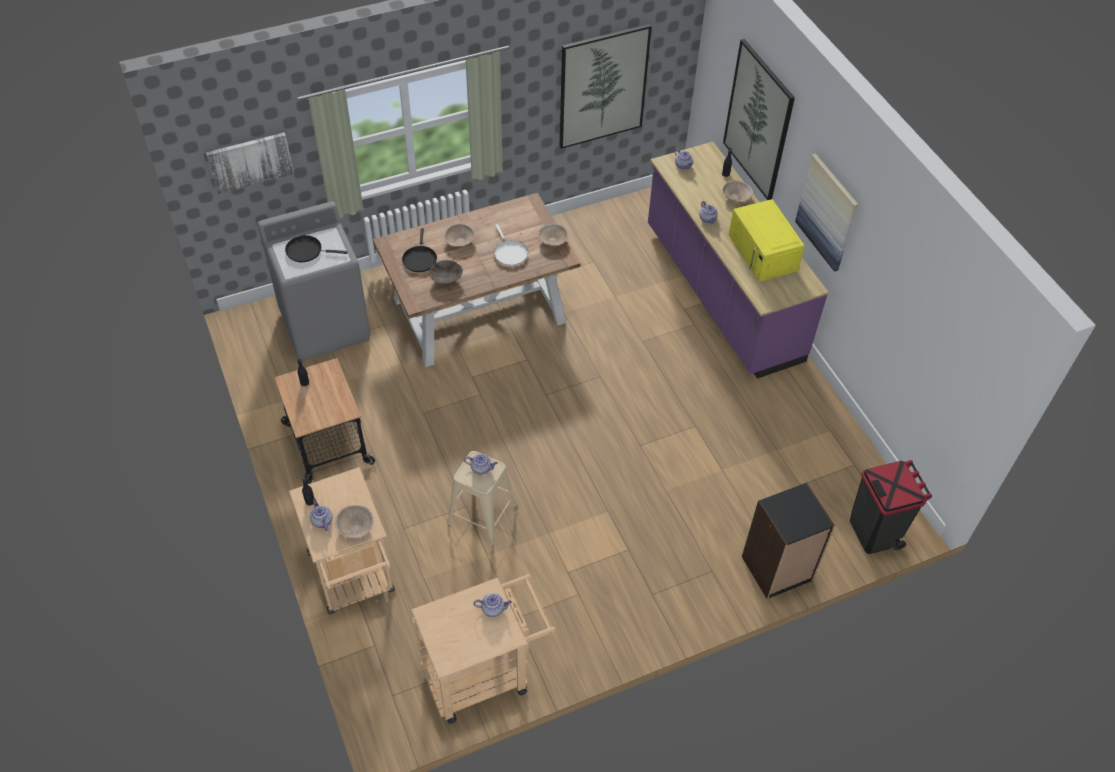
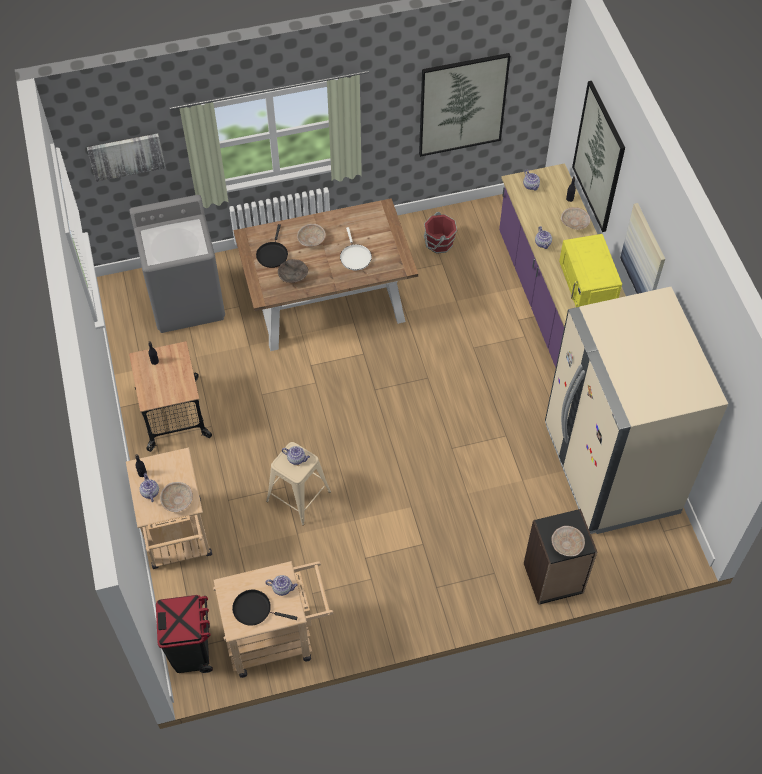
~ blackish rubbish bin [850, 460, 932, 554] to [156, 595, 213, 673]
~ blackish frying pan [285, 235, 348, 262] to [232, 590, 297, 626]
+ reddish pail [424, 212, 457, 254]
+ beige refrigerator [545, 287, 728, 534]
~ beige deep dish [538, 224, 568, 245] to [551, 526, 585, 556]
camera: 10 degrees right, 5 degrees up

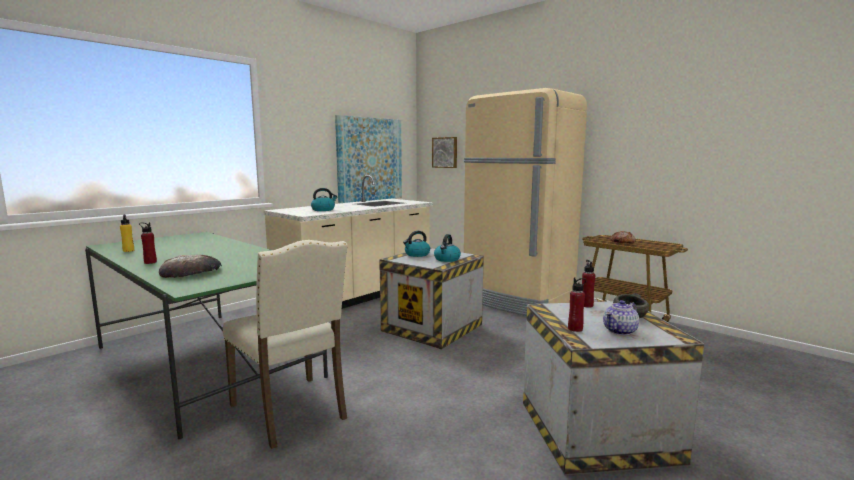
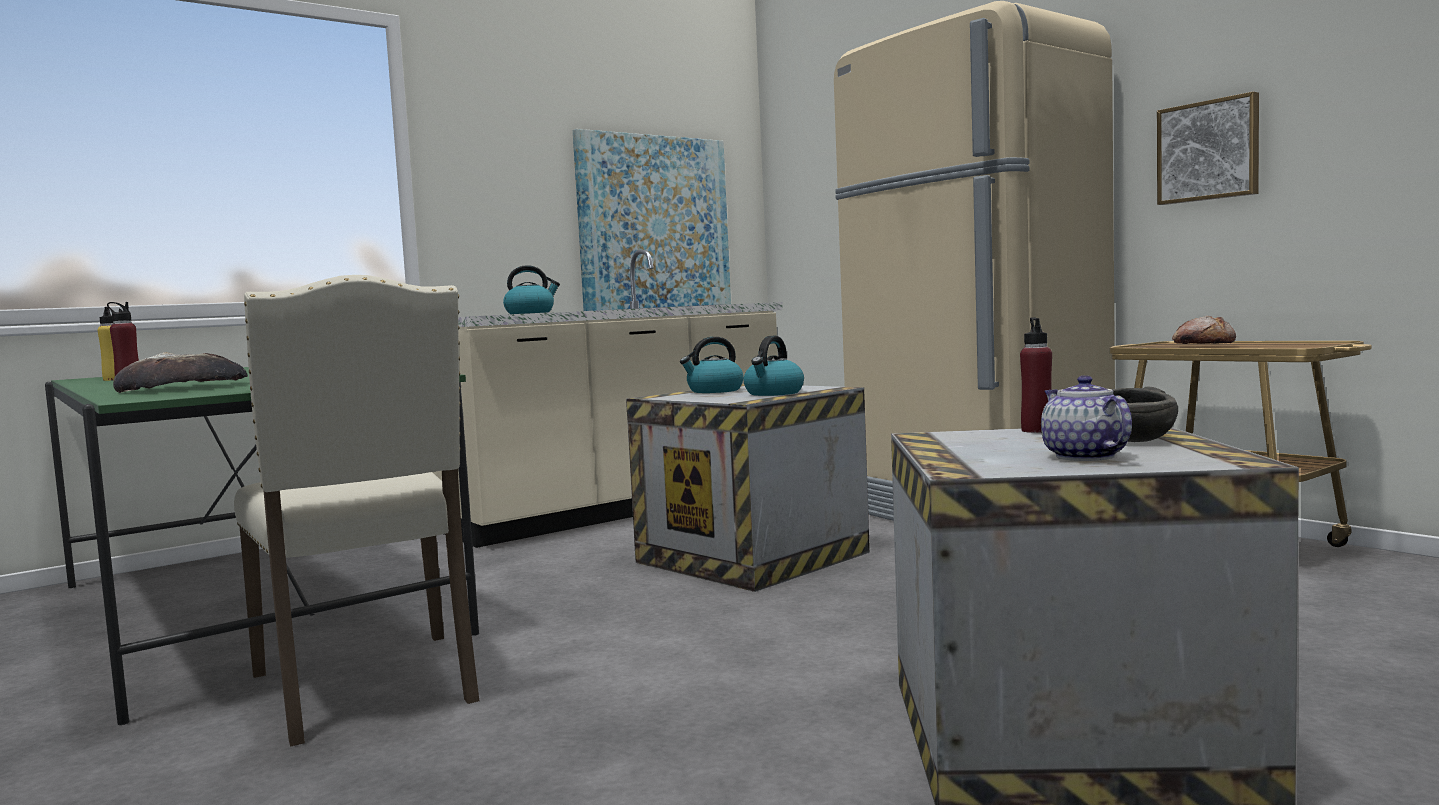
~ teapot [603, 300, 639, 336] = [1041, 375, 1132, 461] 105 degrees clockwise
~ wall picture [432, 137, 457, 168] to [1157, 91, 1259, 205]
- reddish drink bottle [568, 277, 587, 332]
camera: 10 degrees right, 5 degrees down

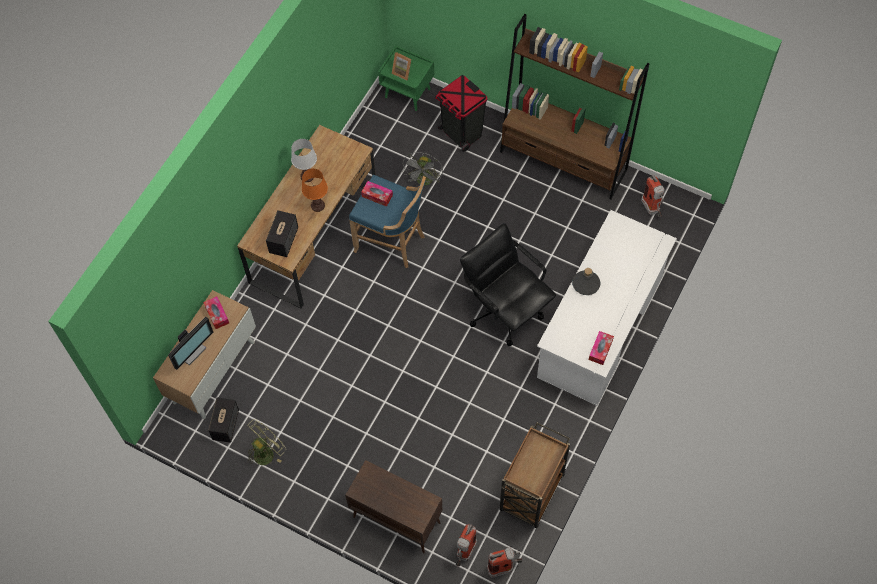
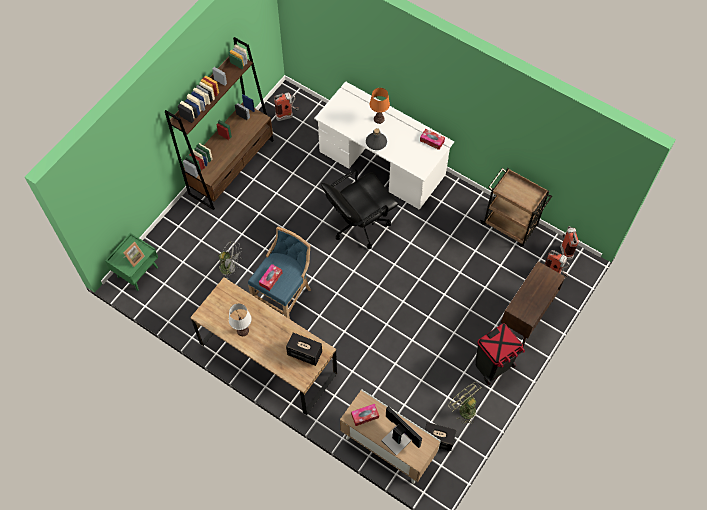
~ orangey lamp for a table [302, 168, 328, 212] to [370, 88, 390, 124]
~ blackish rubbish bin [435, 75, 488, 152] to [476, 324, 525, 385]
camera: 85 degrees left, 0 degrees up

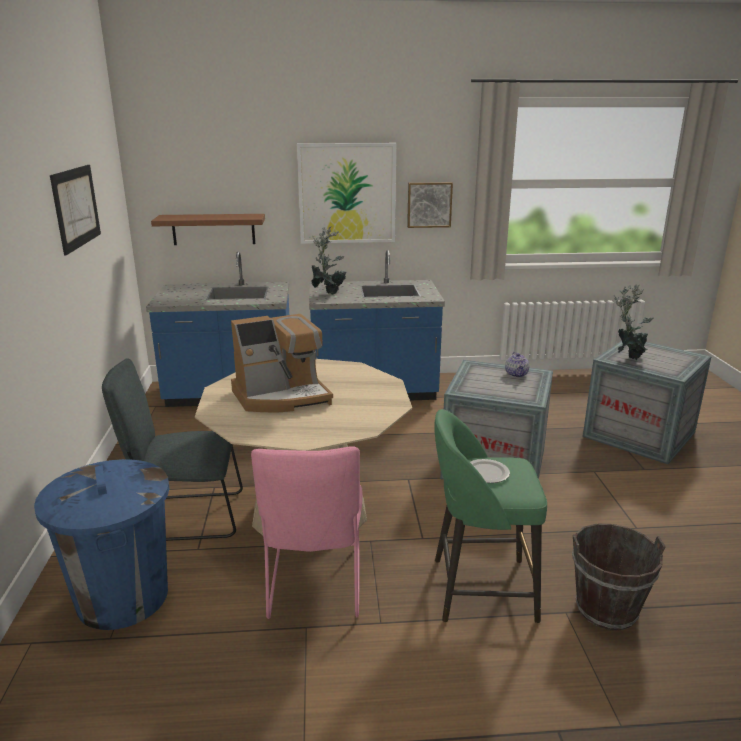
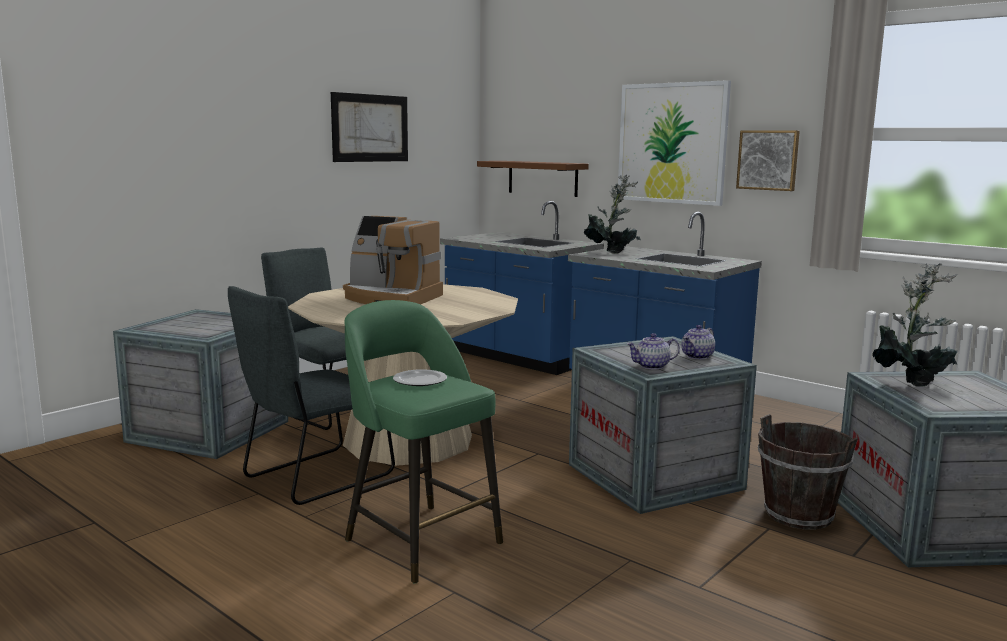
~ blue-coloured rubbish bin [34, 459, 169, 630] to shipping crate [113, 309, 288, 459]
~ pink-coloured plain chair [251, 446, 363, 619] to gray plain chair [228, 286, 395, 505]
+ teapot [627, 333, 680, 370]
~ brownish pail [572, 524, 666, 630] to [758, 414, 858, 530]
camera: 45 degrees right, 10 degrees down

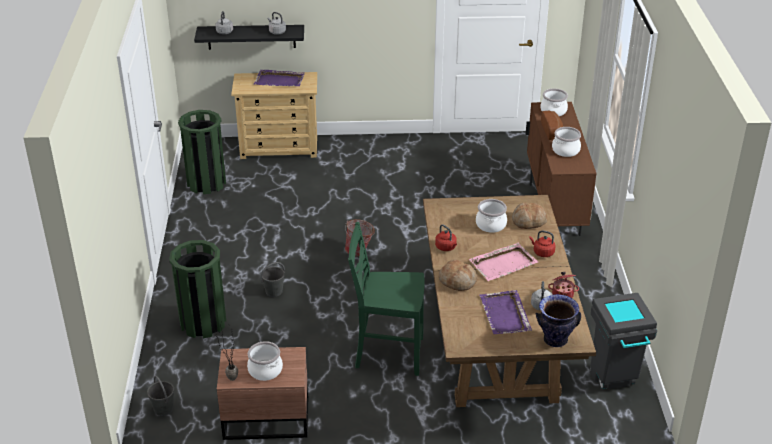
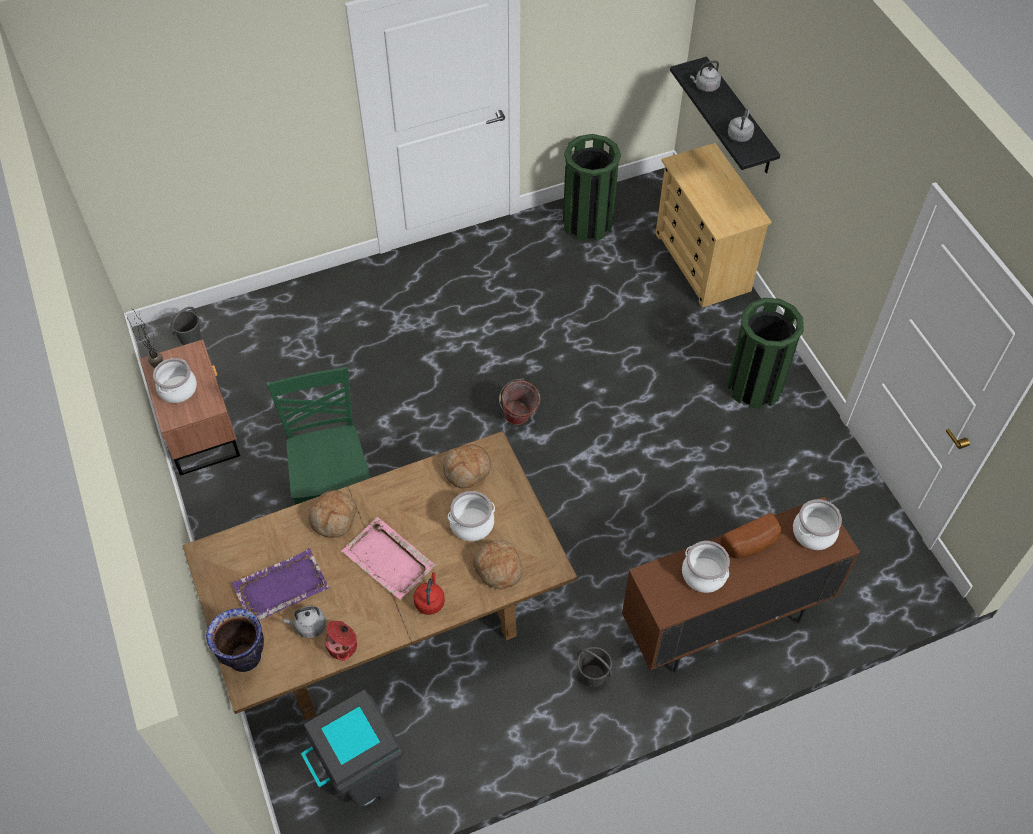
+ baked bread [443, 444, 491, 489]
~ gray pail [261, 262, 285, 297] to [577, 647, 612, 687]
~ green-coloured rubbish bin [169, 240, 226, 339] to [728, 298, 804, 409]
- purple-coloured carrying tray [254, 70, 305, 86]
- reddish tea kettle [435, 224, 457, 251]
camera: 70 degrees right, 20 degrees up

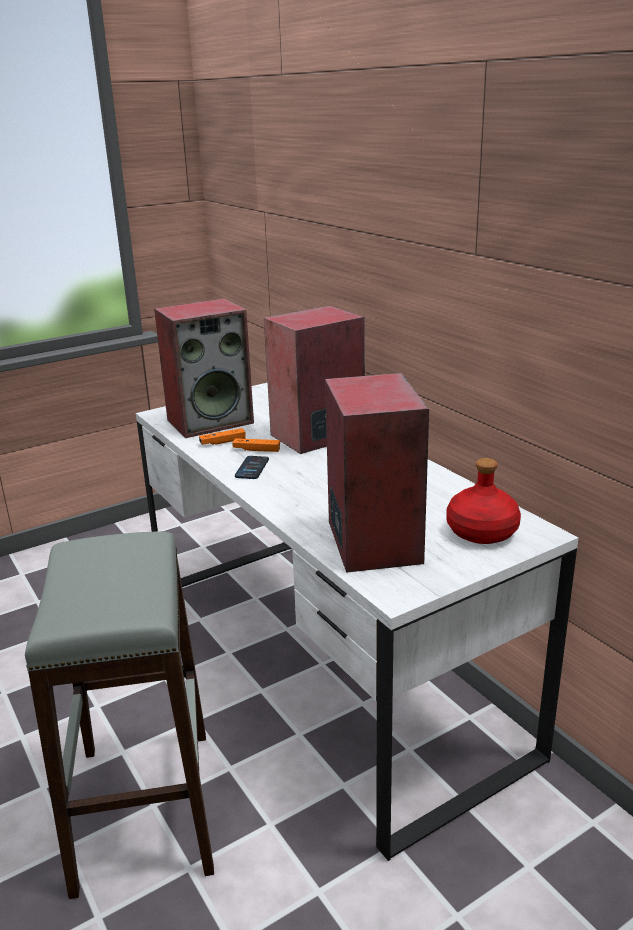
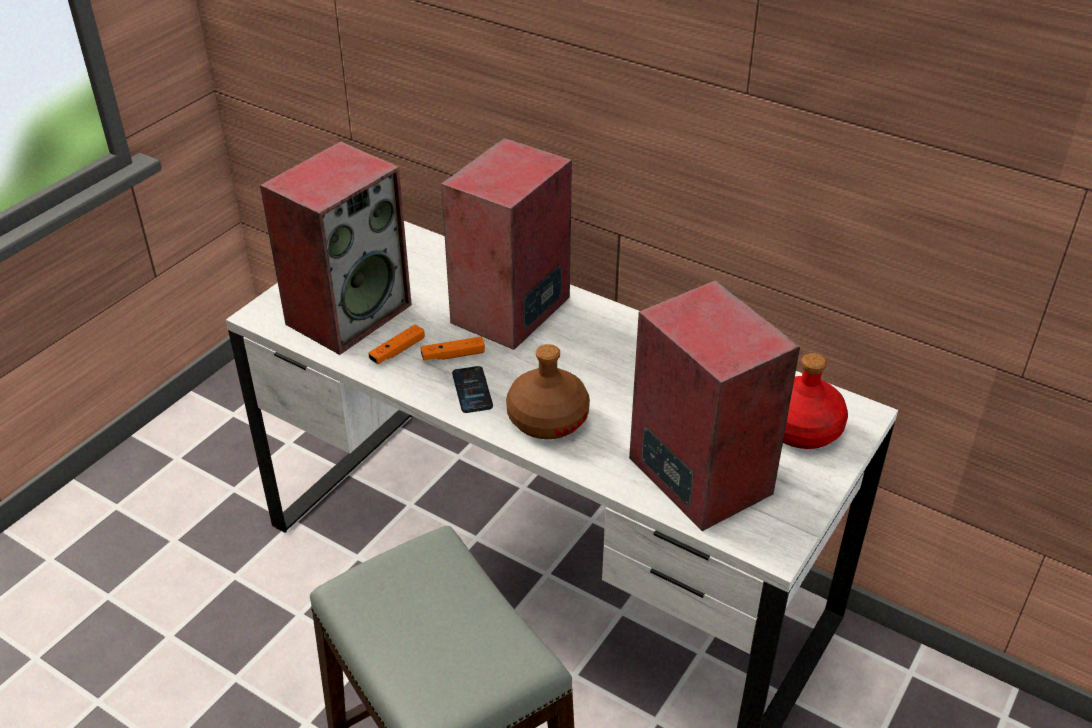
+ brownish drink bottle [506, 344, 590, 439]
camera: 25 degrees left, 15 degrees up

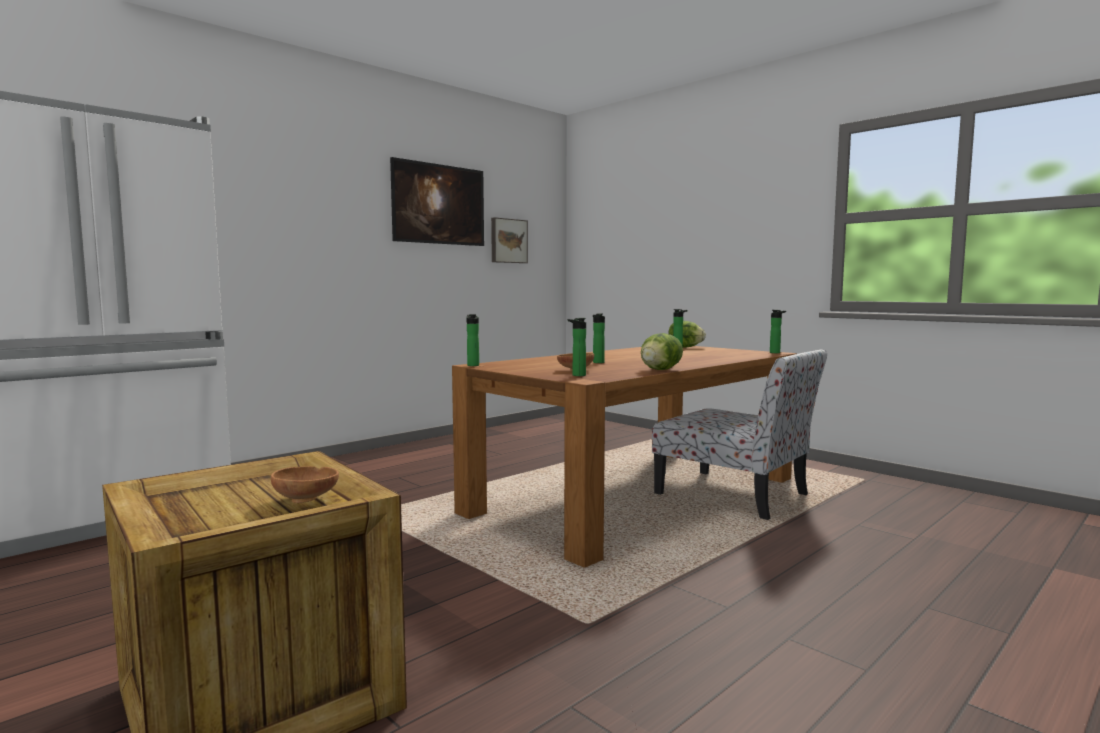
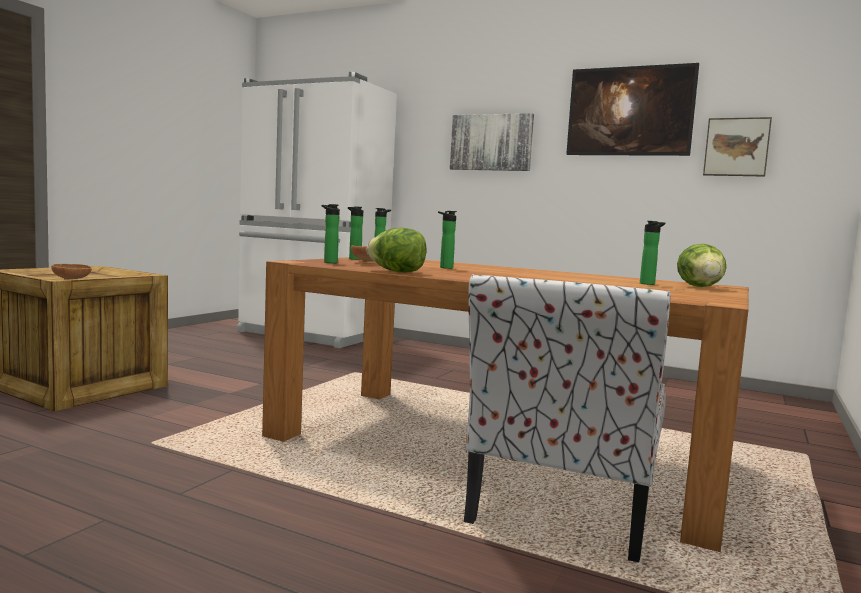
~ drink bottle [770, 310, 786, 353] to [348, 206, 363, 260]
+ wall picture [450, 113, 534, 171]
camera: 70 degrees right, 0 degrees up

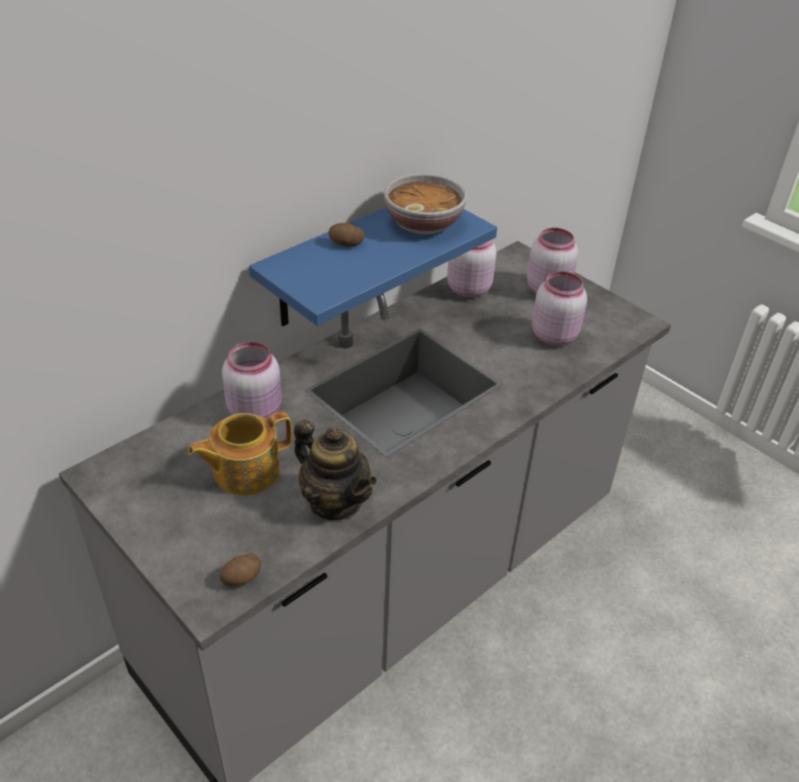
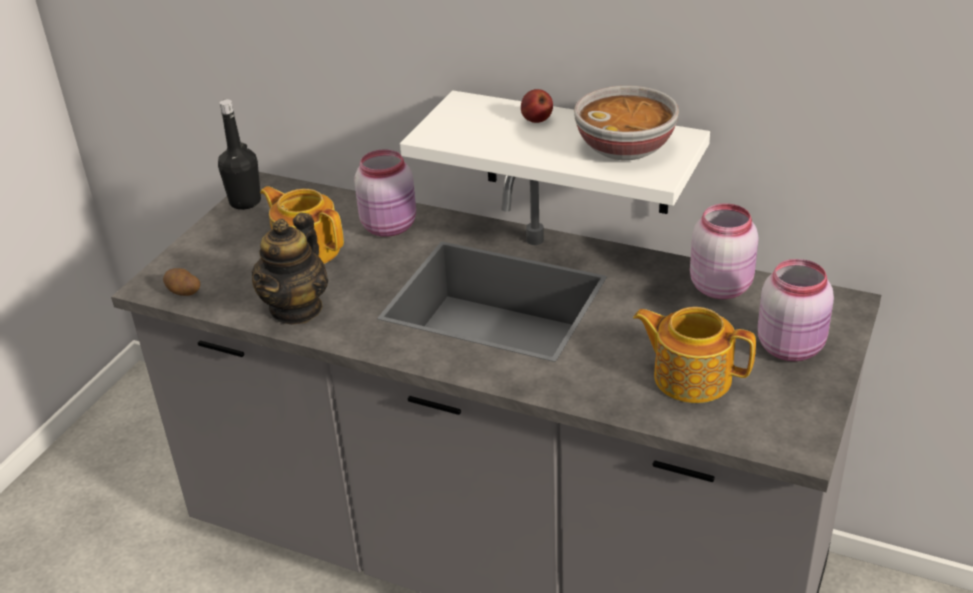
+ blackish drink bottle [218, 99, 261, 210]
~ blue-coloured bracket shelf [249, 207, 497, 326] to whitish bracket shelf [400, 90, 710, 214]
~ spud [328, 223, 364, 247] to apple [521, 89, 553, 123]
~ pink-coloured storage jar [532, 272, 587, 346] to teapot [633, 307, 756, 403]
camera: 70 degrees right, 5 degrees down

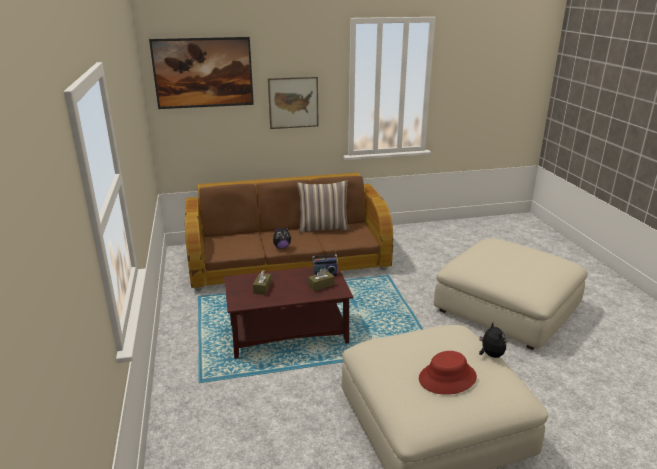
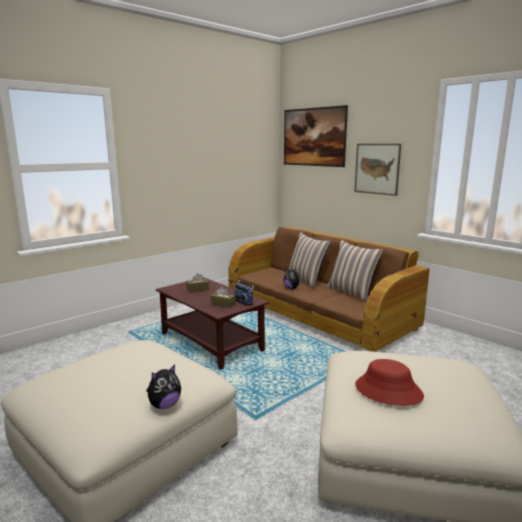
+ pillow [289, 232, 331, 288]
~ reddish wearable hat [419, 351, 477, 395] to [355, 359, 424, 406]
camera: 60 degrees right, 10 degrees down

